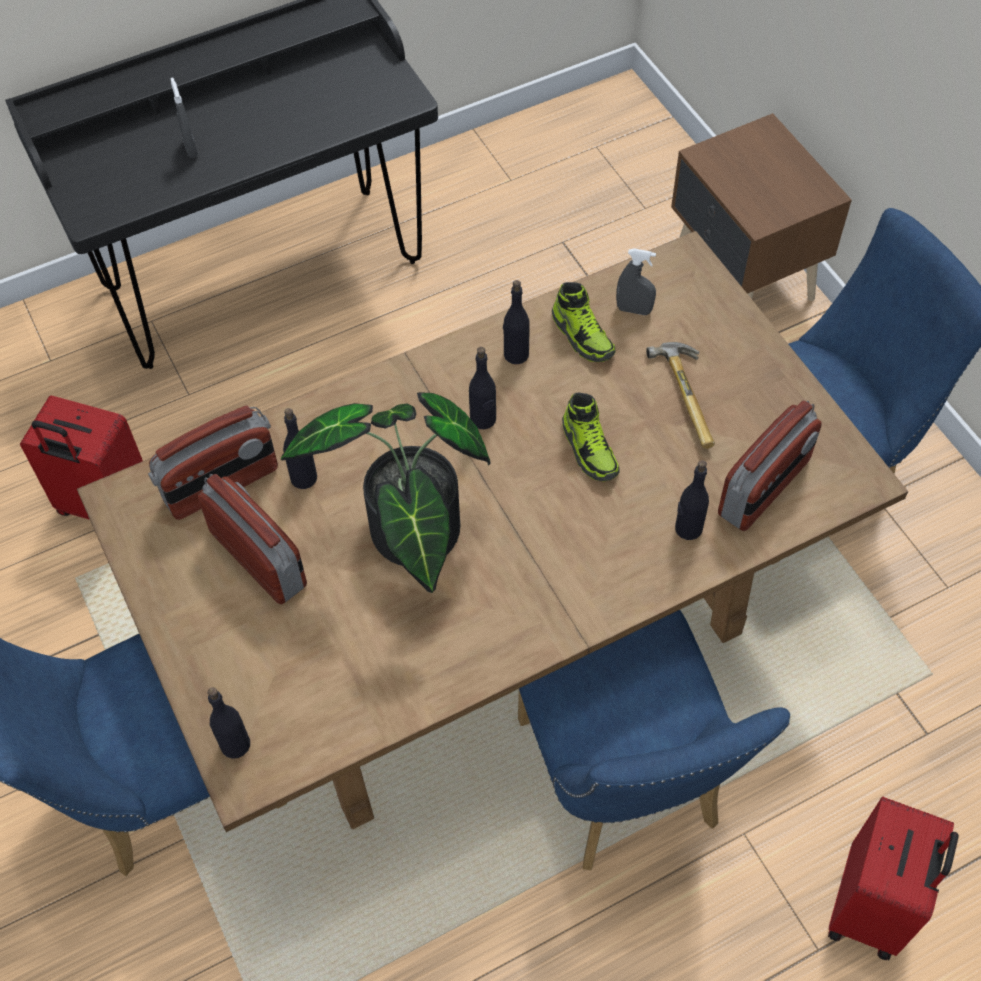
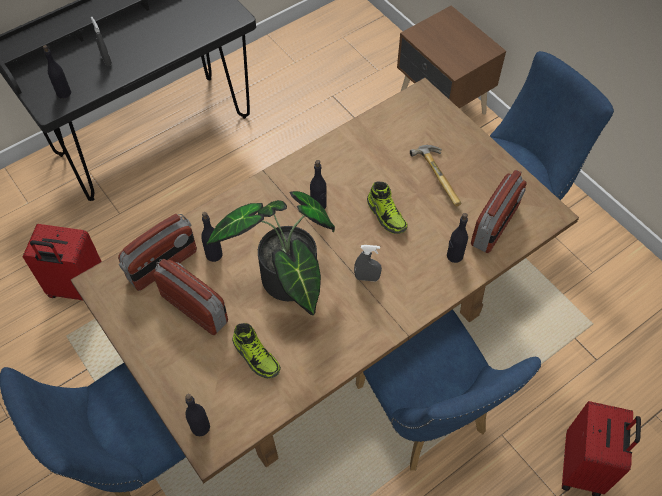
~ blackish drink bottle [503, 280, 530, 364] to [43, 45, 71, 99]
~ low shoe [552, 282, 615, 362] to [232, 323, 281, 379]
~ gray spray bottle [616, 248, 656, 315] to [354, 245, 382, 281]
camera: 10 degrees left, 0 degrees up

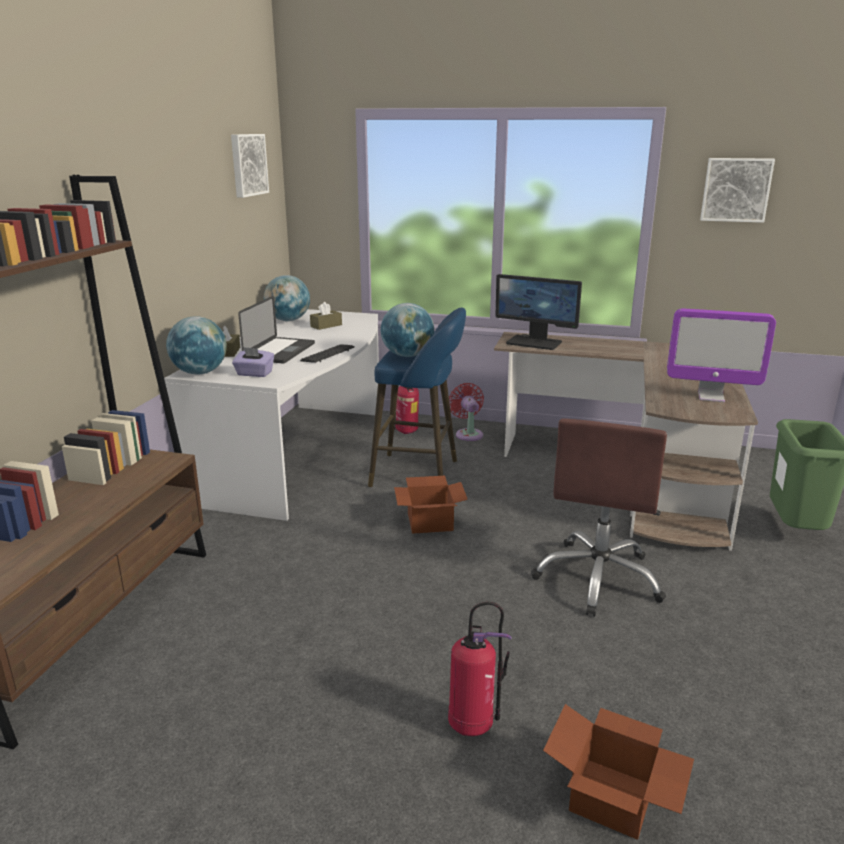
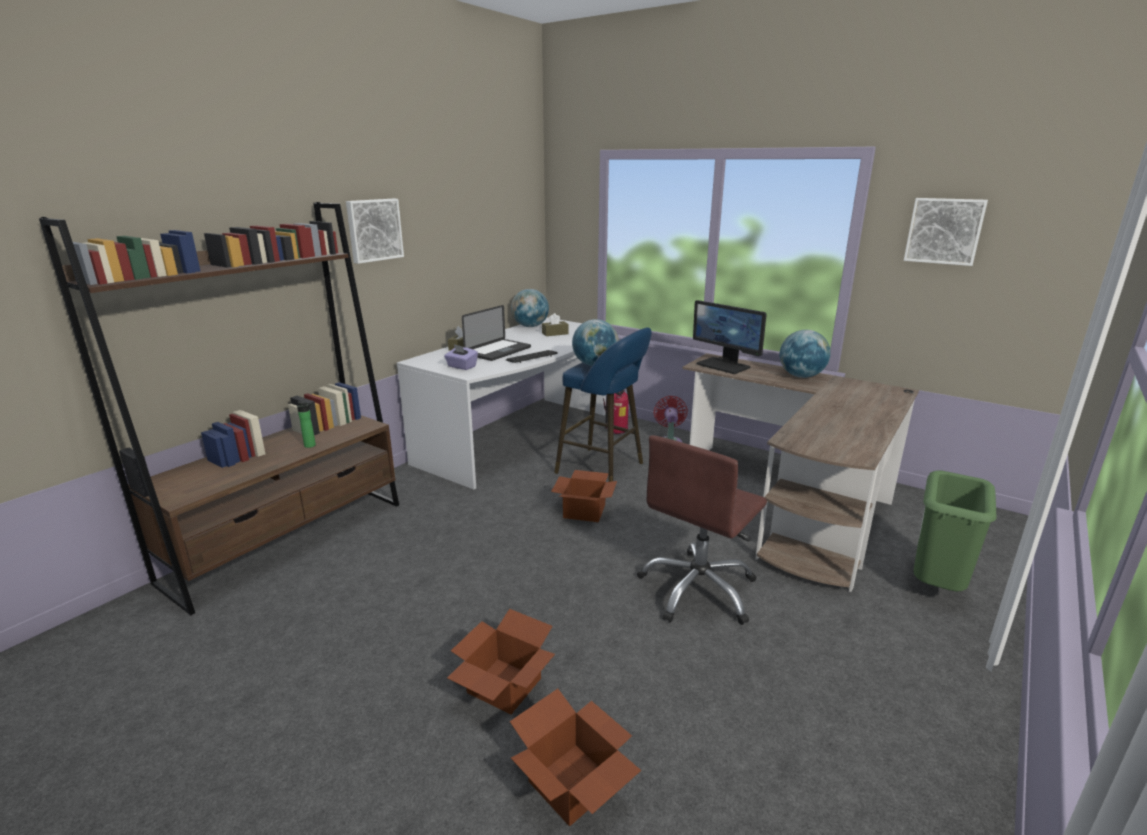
+ drink bottle [297, 401, 316, 448]
~ wall picture [231, 134, 269, 198] to [346, 199, 404, 264]
~ extinguisher [448, 602, 512, 736] to carton [447, 609, 555, 715]
~ world globe [166, 316, 227, 374] to [779, 330, 831, 378]
- monitor [667, 309, 776, 402]
camera: 20 degrees right, 0 degrees up

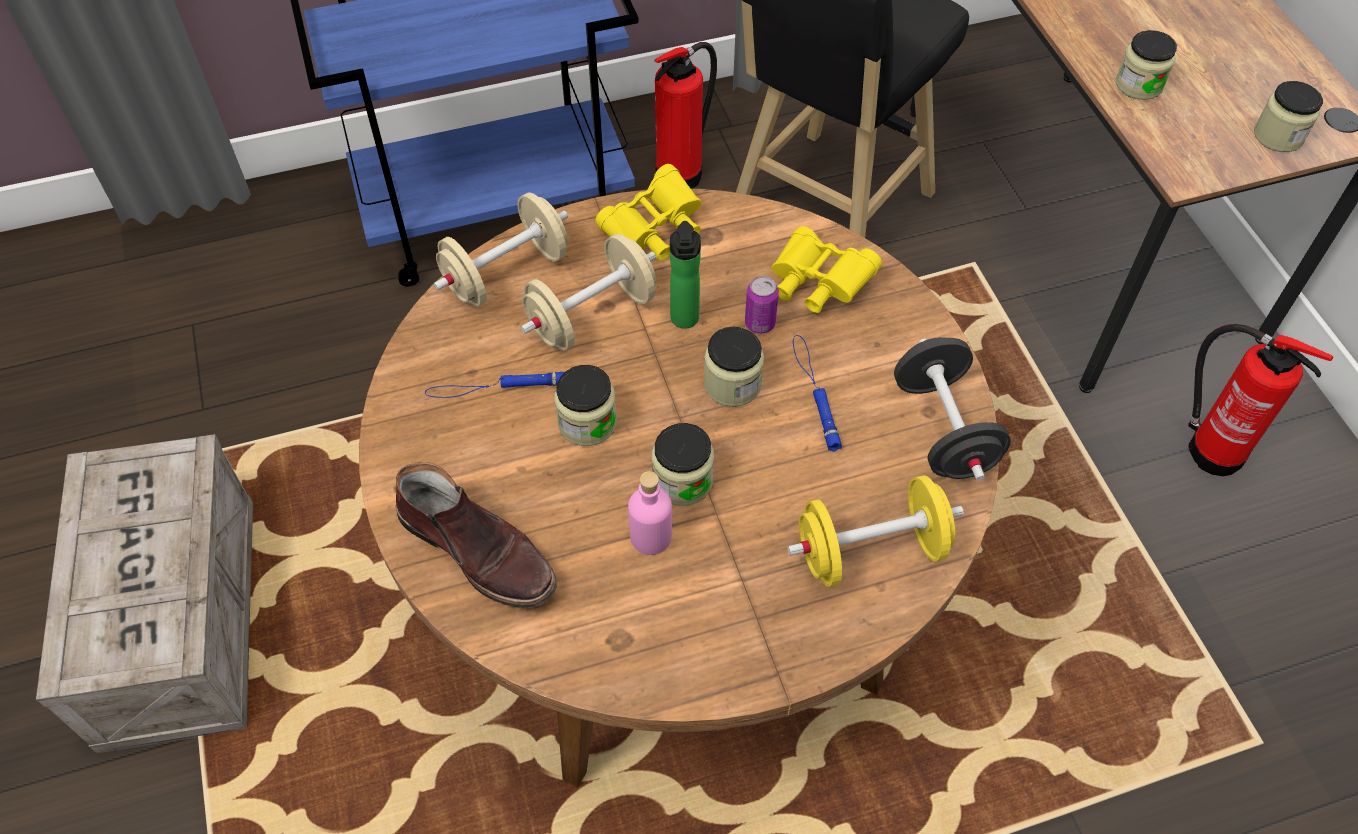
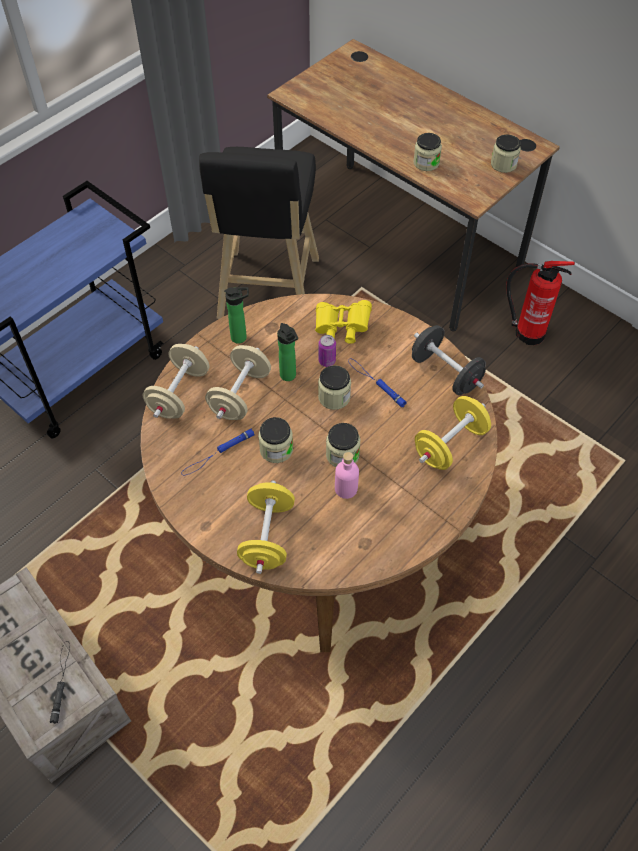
+ blackish flashlight [50, 641, 70, 724]
~ yellowish field glasses [596, 164, 701, 261] to drink bottle [224, 287, 249, 344]
~ brownish tall boot [395, 462, 557, 608] to yellowish free weight [237, 481, 295, 574]
- extinguisher [654, 42, 717, 189]
camera: 30 degrees left, 0 degrees up

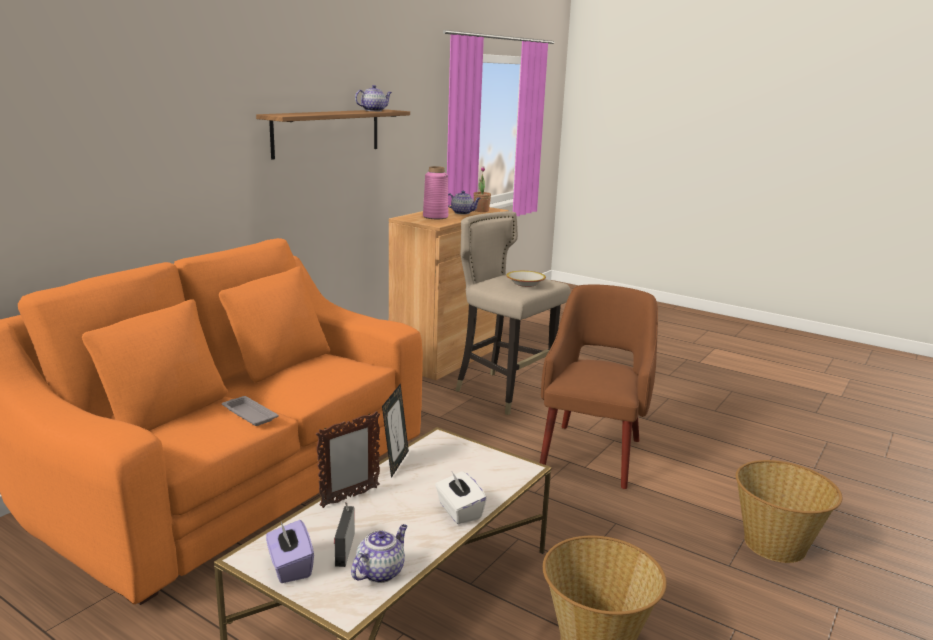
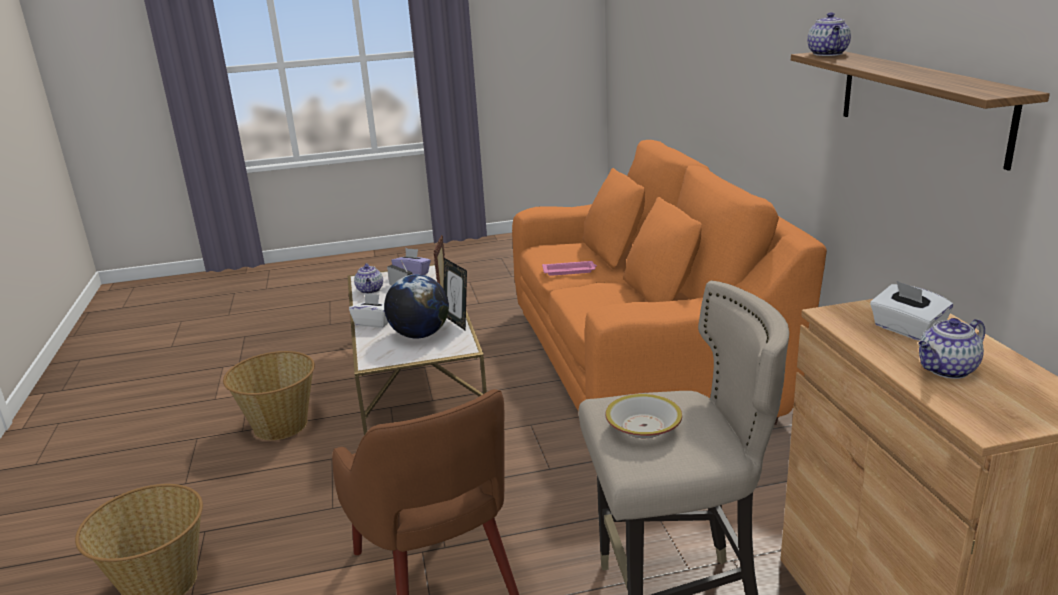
+ world globe [384, 274, 449, 339]
~ gray carrying tray [222, 396, 279, 426] to pink-coloured carrying tray [542, 261, 597, 276]
~ teapot [355, 85, 392, 111] to [807, 12, 851, 56]
~ pink-coloured vase [423, 166, 448, 219] to whitish box of tissues [870, 281, 953, 341]
- plant in a pot [474, 166, 491, 212]
camera: 135 degrees right, 5 degrees up

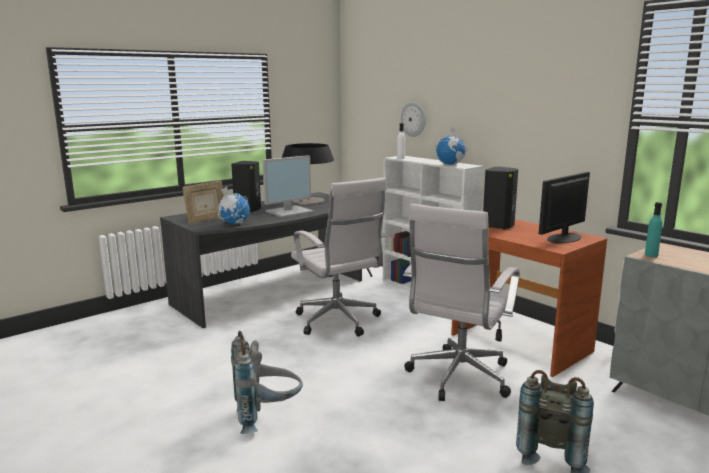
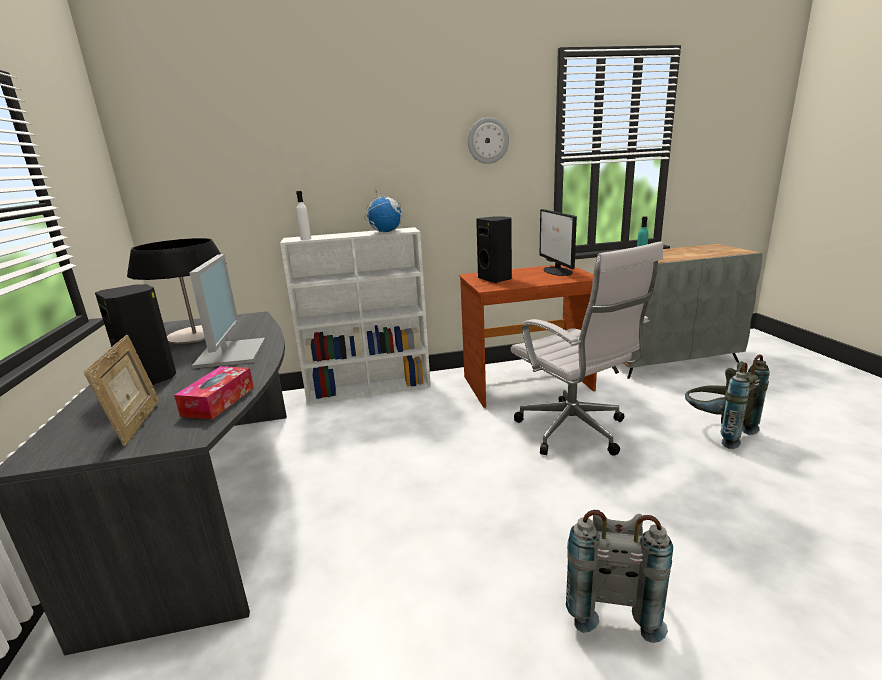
~ world globe [218, 186, 250, 224] to box of tissues [174, 366, 254, 419]
~ clock on the wall [401, 102, 426, 137] to [468, 117, 509, 164]
- whitish office chair [291, 177, 387, 337]
camera: 60 degrees left, 5 degrees up

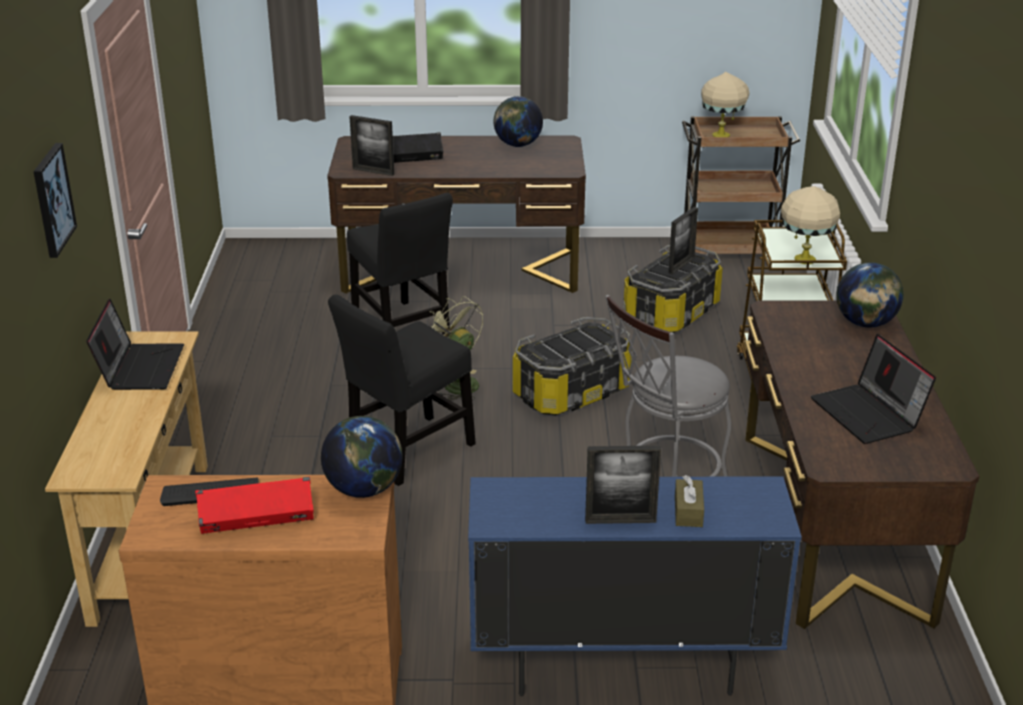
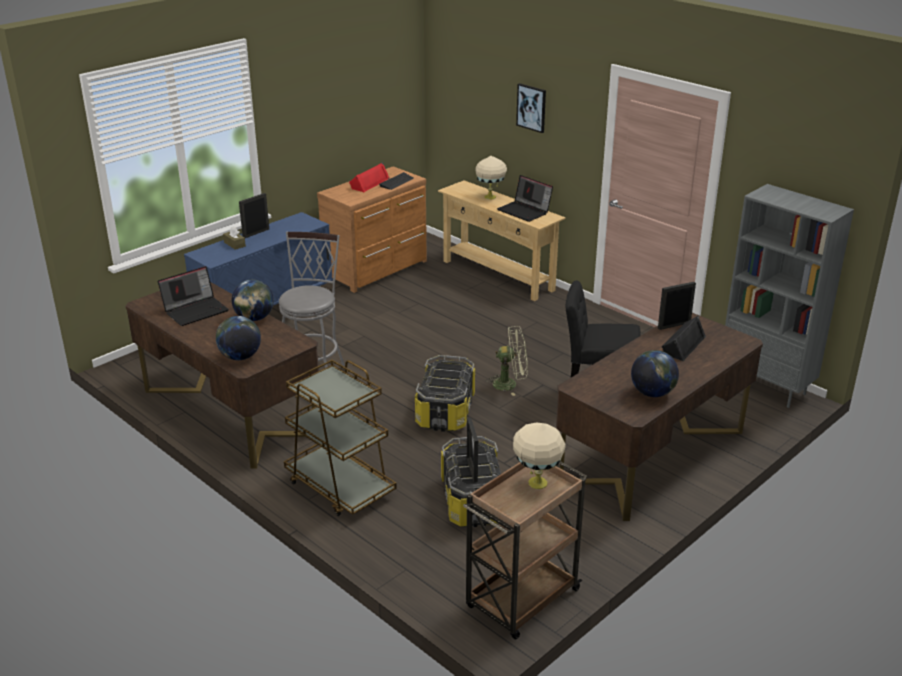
~ laptop [811, 334, 936, 444] = [158, 266, 229, 326] 120 degrees clockwise
~ world globe [321, 416, 403, 498] to [231, 279, 274, 321]
~ beige lamp for a table [781, 186, 840, 264] to [475, 155, 507, 200]
+ gray bookshelf [725, 184, 854, 408]
- blackish plain chair [328, 295, 476, 486]
camera: 135 degrees right, 0 degrees up

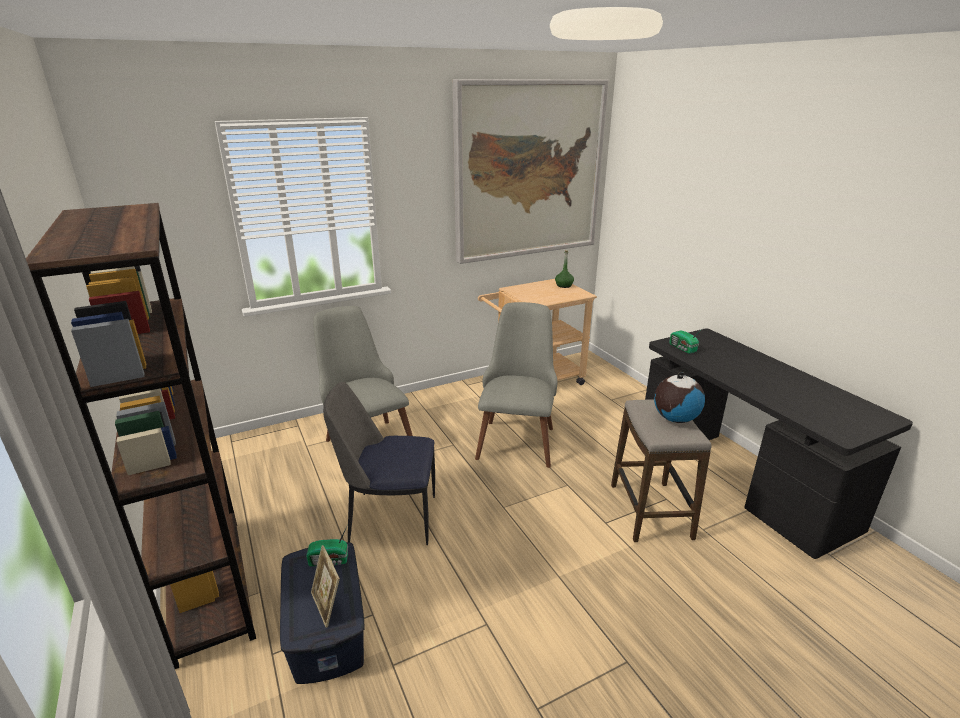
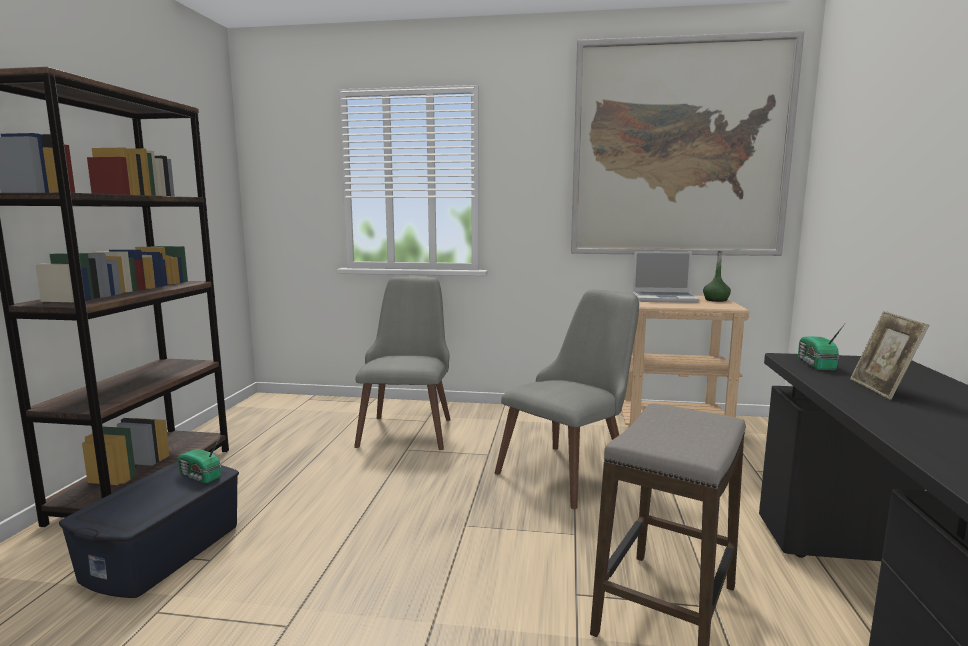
+ laptop [632, 251, 699, 303]
~ picture frame [311, 545, 340, 628] to [850, 311, 929, 400]
- plain chair [323, 382, 435, 545]
- world globe [654, 372, 705, 423]
camera: 35 degrees right, 15 degrees down

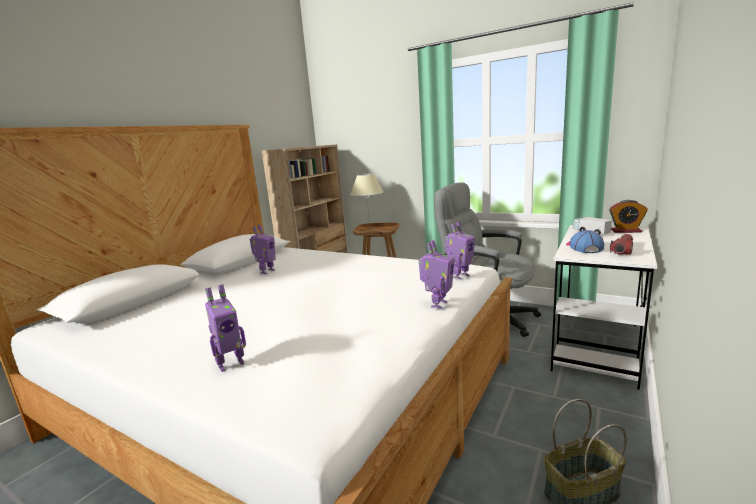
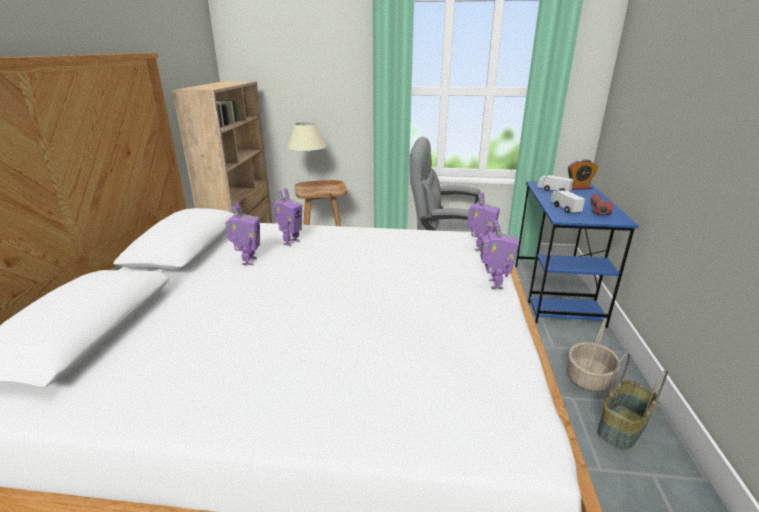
~ model robot [205, 284, 246, 372] to [273, 188, 302, 246]
~ whitish desk unit [551, 225, 657, 390] to blue-coloured desk unit [515, 181, 639, 328]
~ peaked cap [566, 230, 604, 253] to toy lorry [550, 190, 585, 213]
+ household basket [567, 318, 620, 392]
camera: 25 degrees left, 10 degrees up

